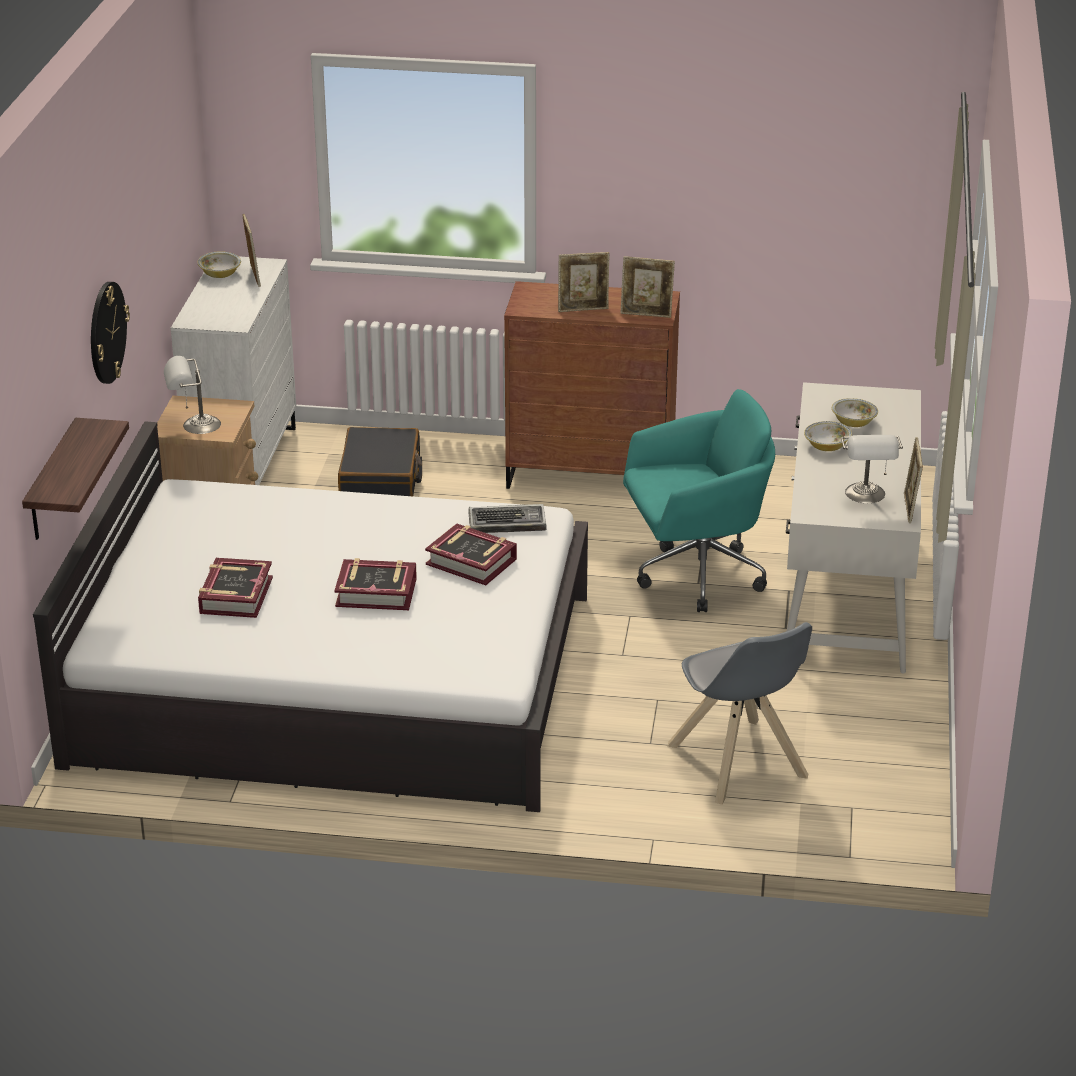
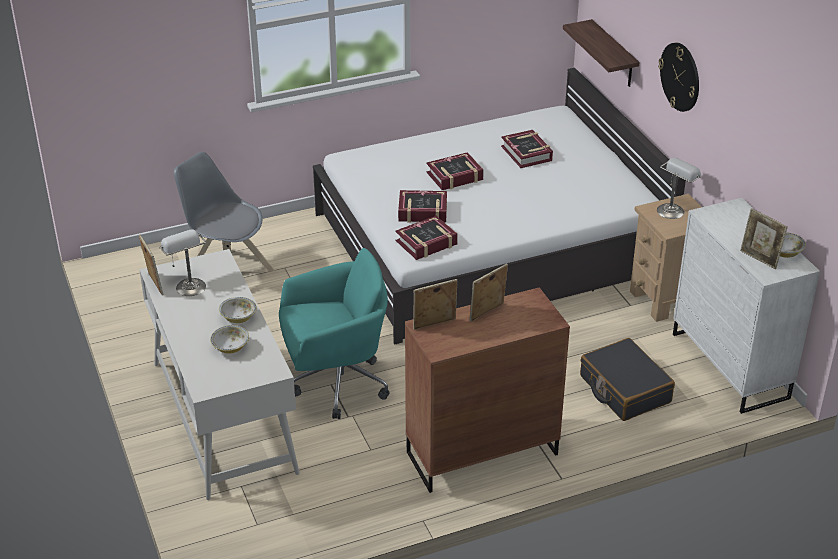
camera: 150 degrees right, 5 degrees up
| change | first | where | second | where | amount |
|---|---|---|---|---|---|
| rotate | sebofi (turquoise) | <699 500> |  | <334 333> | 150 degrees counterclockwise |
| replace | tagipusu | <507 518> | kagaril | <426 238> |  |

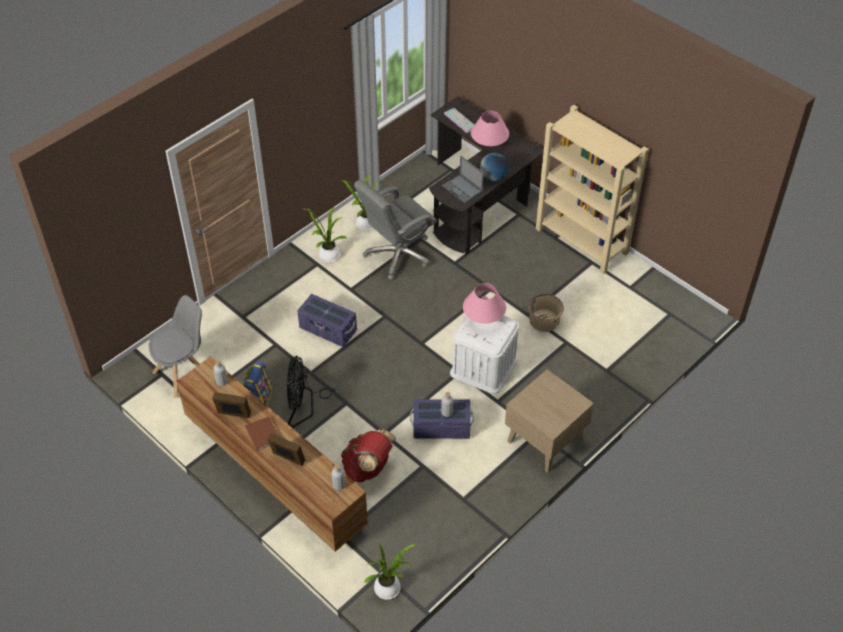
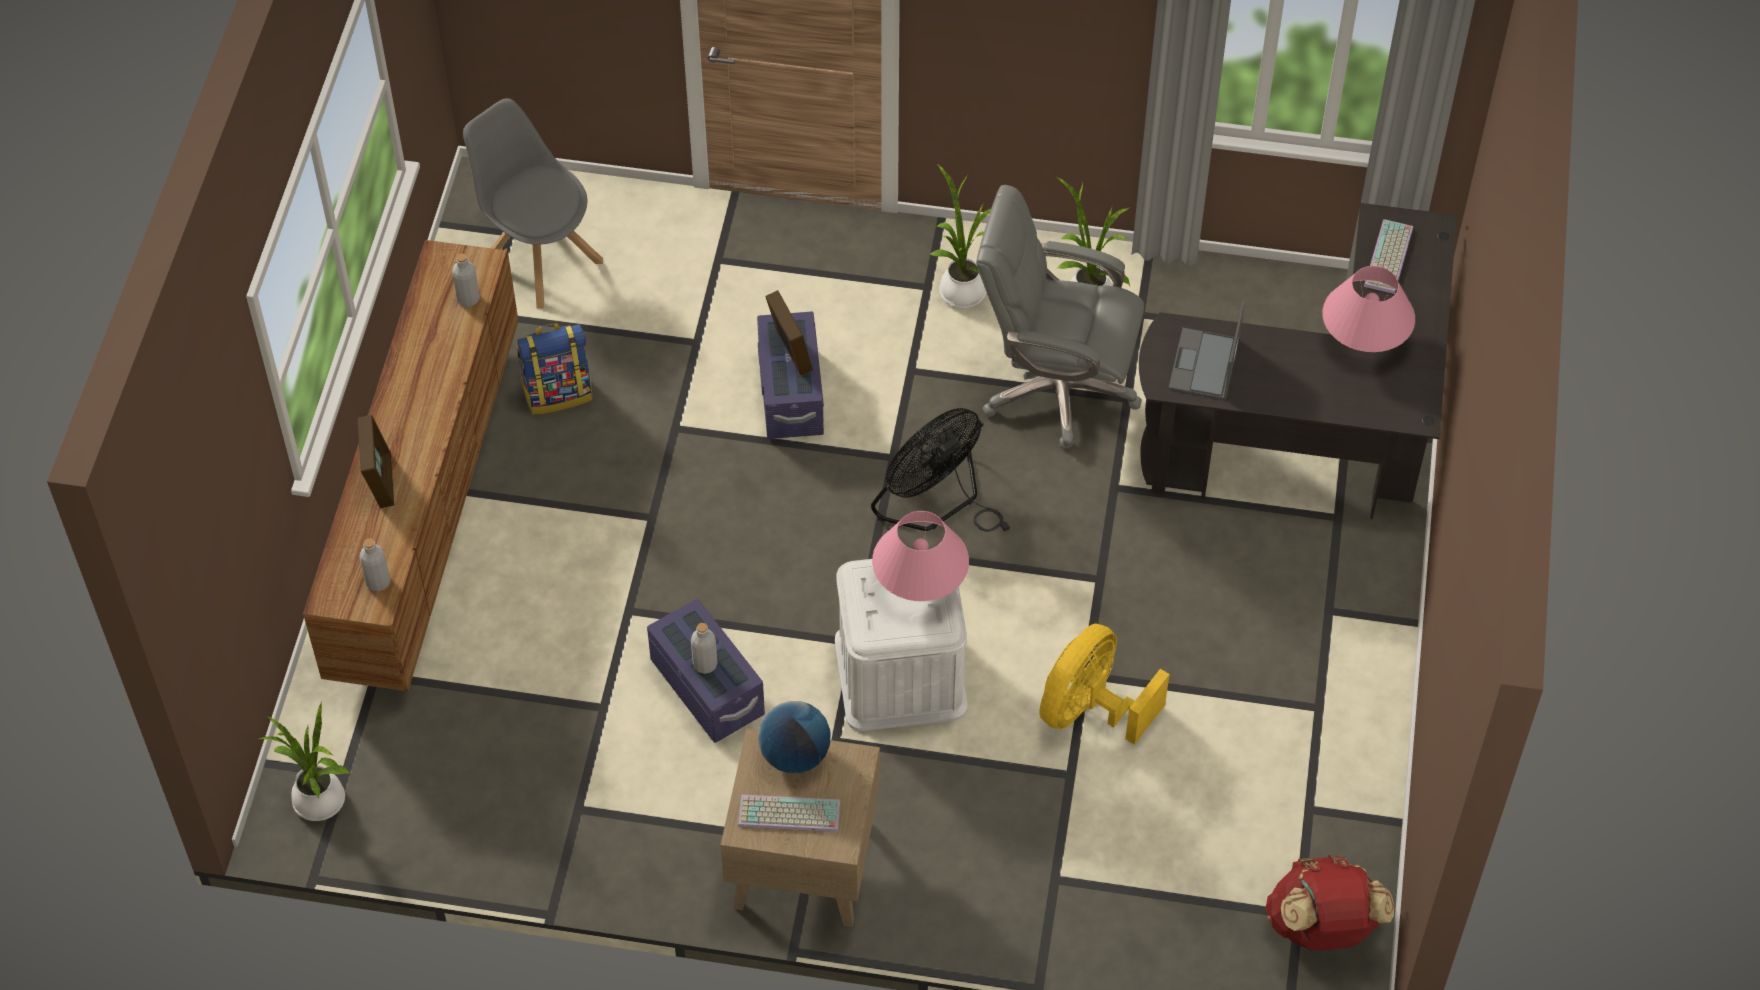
camera: 55 degrees right, 5 degrees up
| change | first | where | second | where | amount |
|---|---|---|---|---|---|
| delete | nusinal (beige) | <592 189> |  |  |  |
| move | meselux | <494 167> |  | <794 737> |  |
| replace | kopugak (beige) | <546 312> | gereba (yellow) | <1104 684> |  |
| rotate | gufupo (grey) | <175 346> |  | <533 203> | 150 degrees counterclockwise |
| move | gereba (black) | <311 391> |  | <940 470> |  |
| move | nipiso | <231 405> |  | <789 332> |  |
| delete | kagaril (brown) | <261 433> |  |  |  |
| move | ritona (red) | <368 455> |  | <1329 903> |  |
| insert |  |  | tagipusu | <789 813> |  |

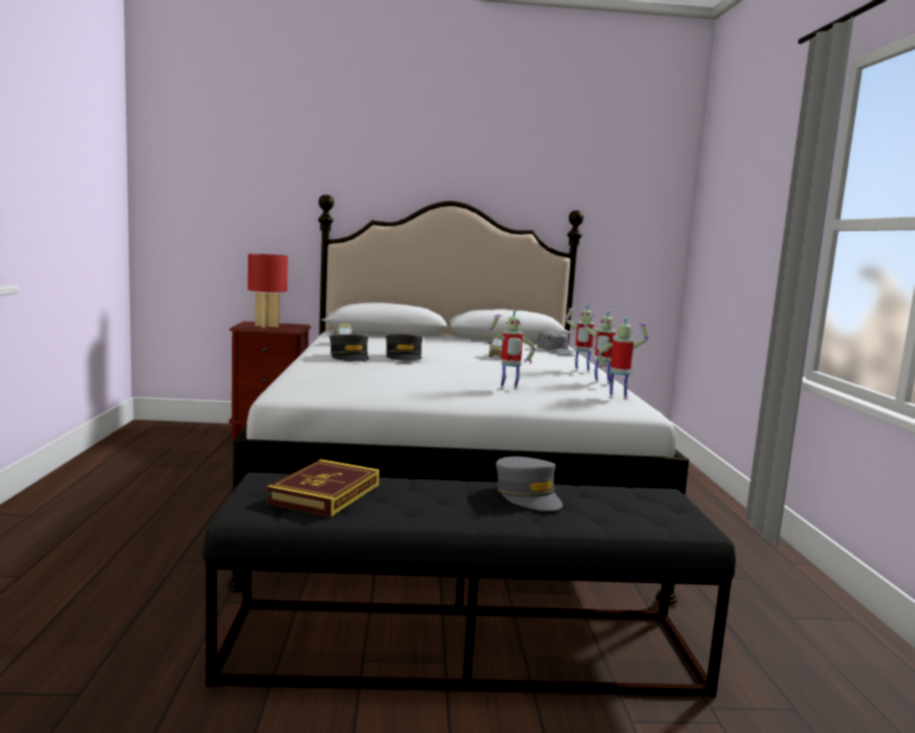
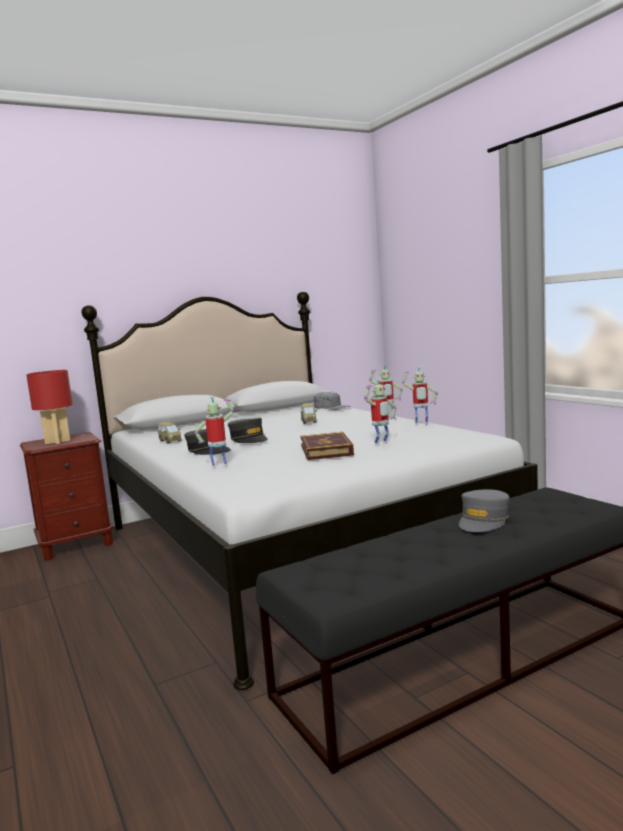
camera: 25 degrees left, 0 degrees up
| change | first | where | second | where | amount |
|---|---|---|---|---|---|
| move | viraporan | <622 358> |  | <214 432> |  |
| rotate | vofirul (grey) | <529 483> |  | <484 510> | 90 degrees clockwise |
| move | kagaril | <323 488> |  | <327 446> |  |

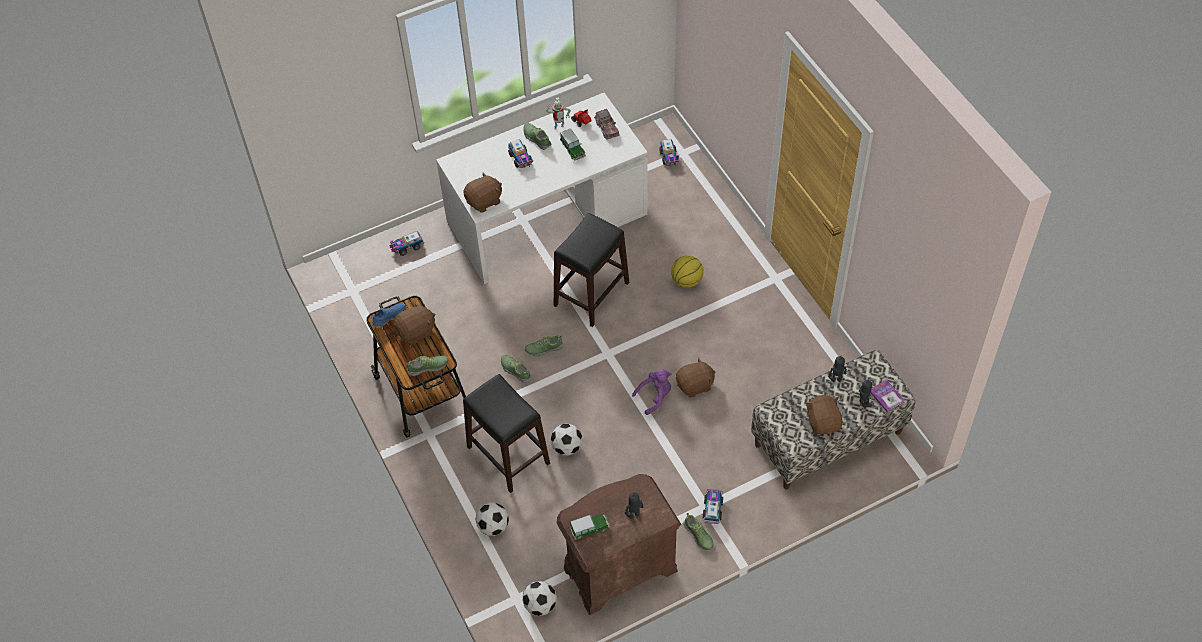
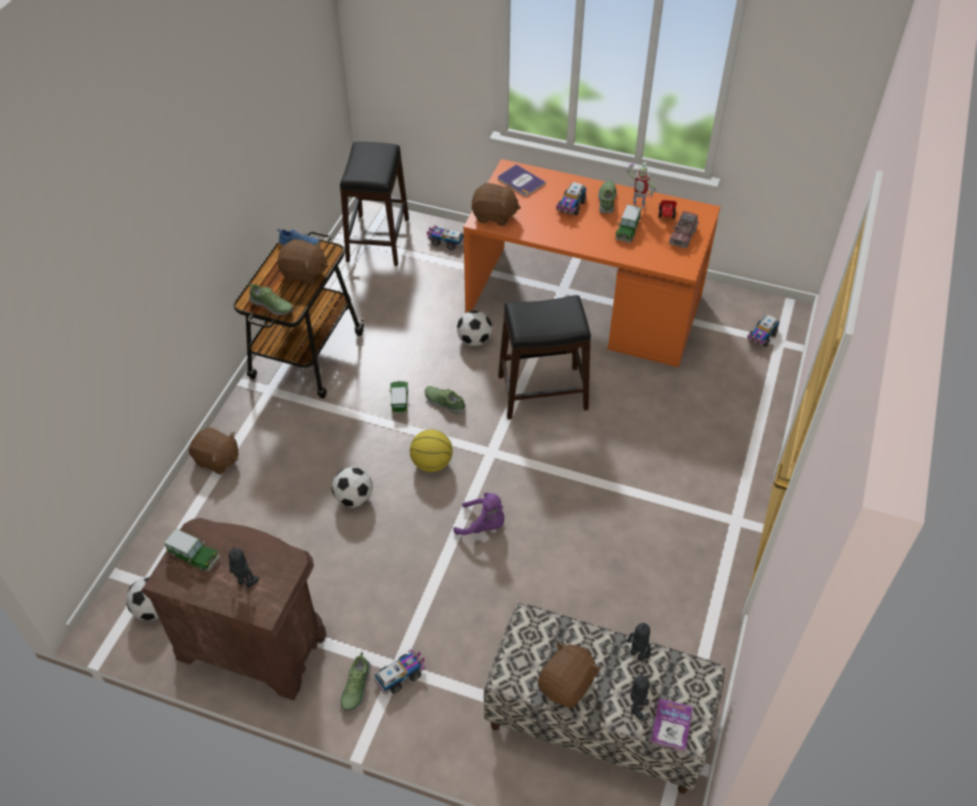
camera: 45 degrees right, 5 degrees down
| change | first | where | second | where | amount |
|---|---|---|---|---|---|
| recolor | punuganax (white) | <542 188> | punuganax (orange) | <591 263> |  |
| move | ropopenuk | <687 271> |  | <431 451> |  |
| replace | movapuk | <516 369> | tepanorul | <399 397> |  |
| move | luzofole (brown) | <696 378> |  | <213 451> |  |
| move | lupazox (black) | <506 433> |  | <374 204> |  |
| move | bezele | <492 519> |  | <474 328> |  |
| insert |  |  | kagaril | <522 180> |  |

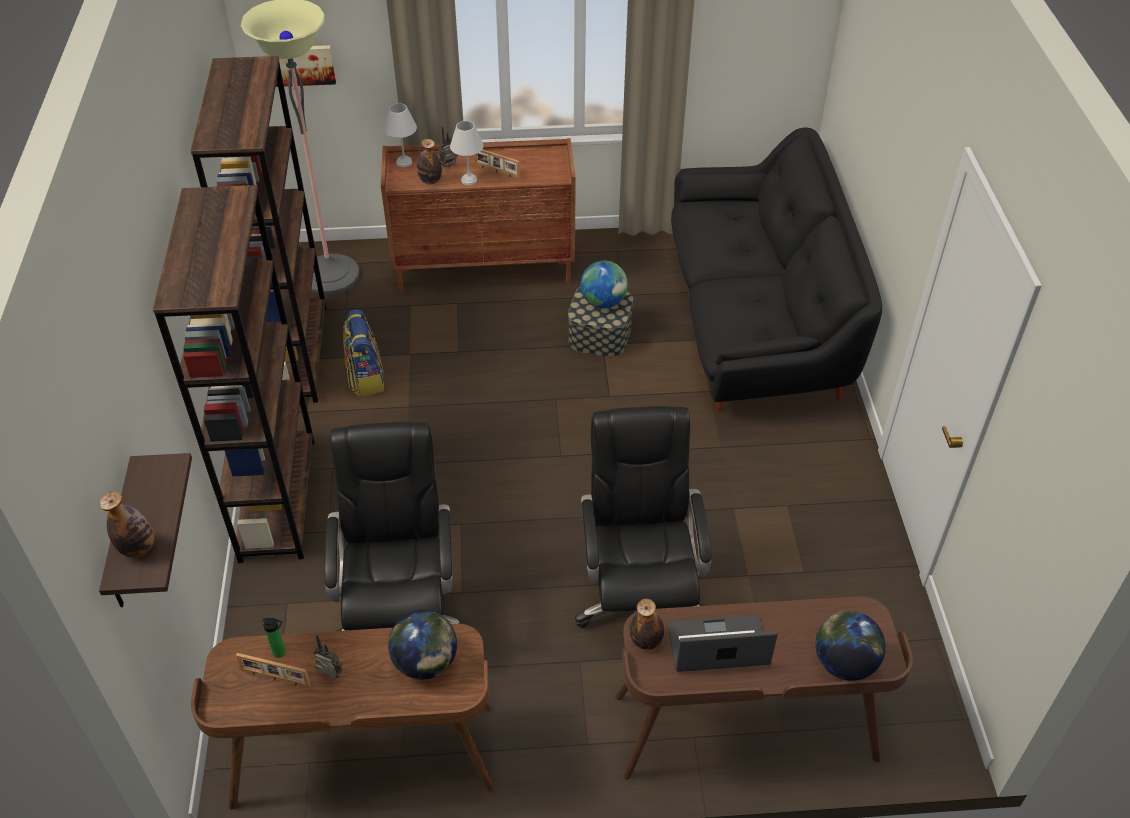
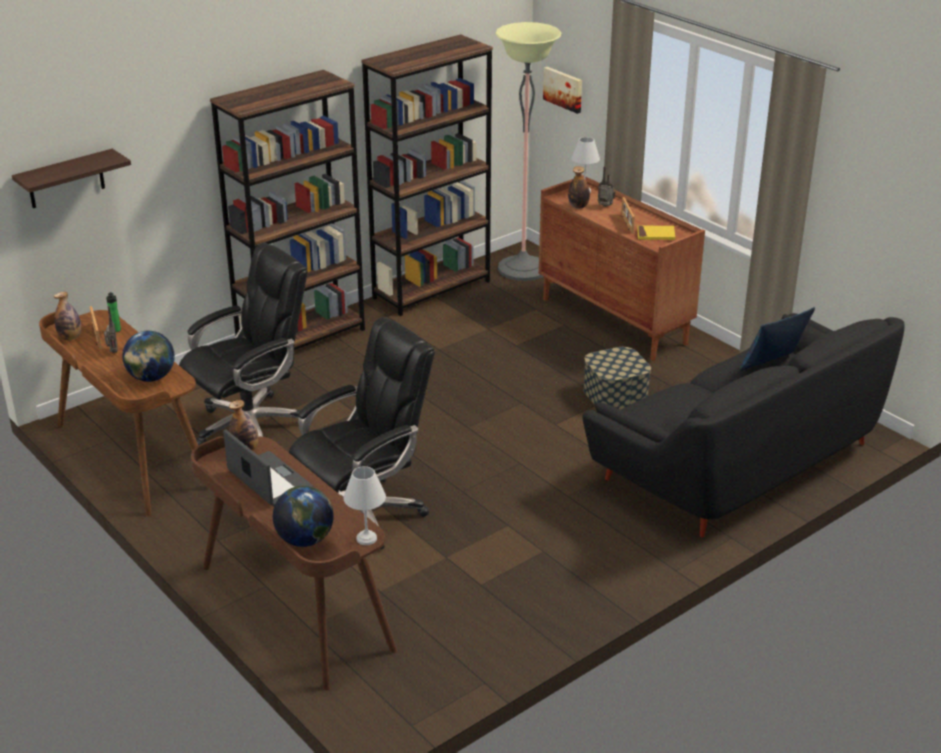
camera: 55 degrees right, 15 degrees down
| change | first | where | second | where | amount |
|---|---|---|---|---|---|
| move | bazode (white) | <467 153> |  | <364 505> |  |
| delete | meselux | <604 284> |  |  |  |
| delete | ritona | <364 352> |  |  |  |
| move | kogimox | <126 524> |  | <67 316> |  |
| insert |  |  | kagaril (yellow) | <656 233> |  |
| insert |  |  | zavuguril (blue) | <777 339> |  |

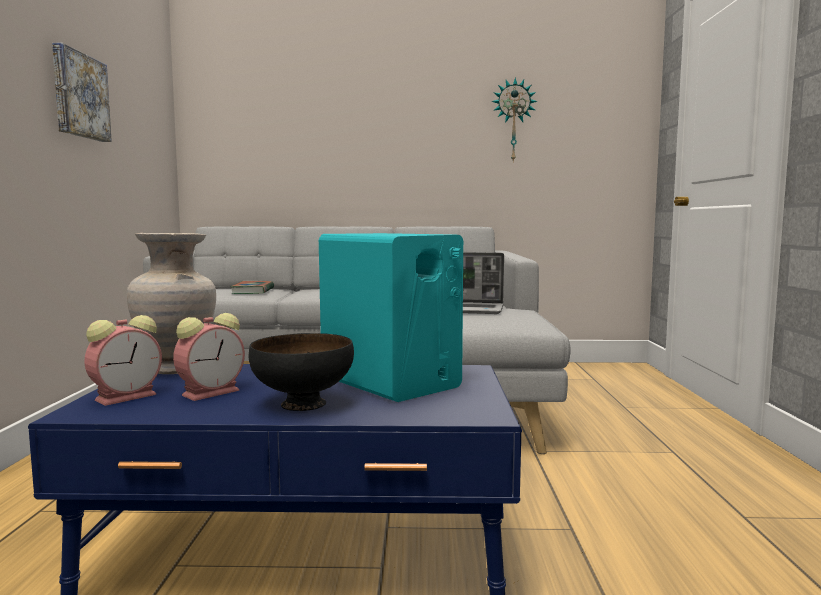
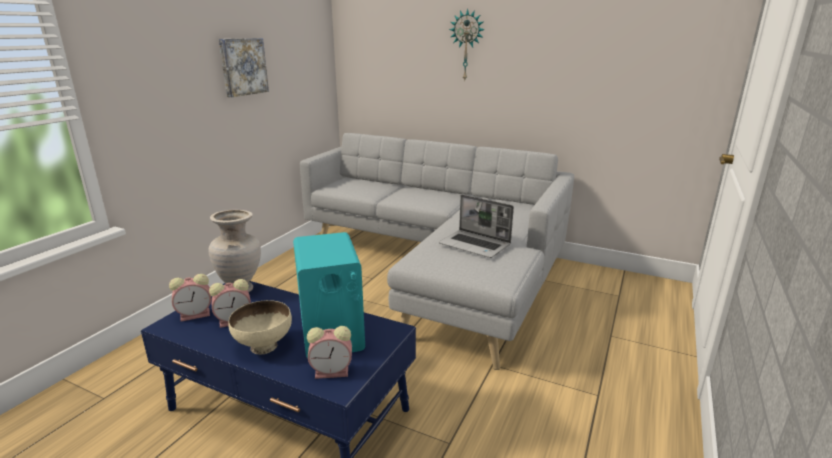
camera: 25 degrees right, 15 degrees up
| change | first | where | second | where | amount |
|---|---|---|---|---|---|
| move | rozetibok | <515 120> |  | <467 44> |  |
| delete | kagaril | <252 287> |  |  |  |
| recolor | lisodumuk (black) | <301 372> | lisodumuk (beige) | <260 327> |  |
| insert |  |  | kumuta | <329 352> |  |

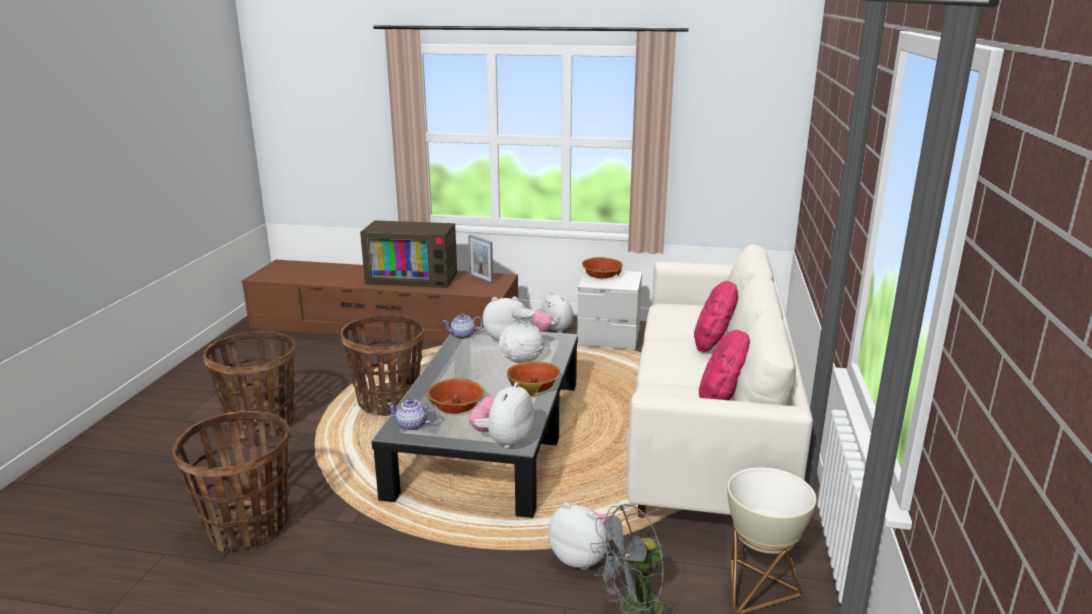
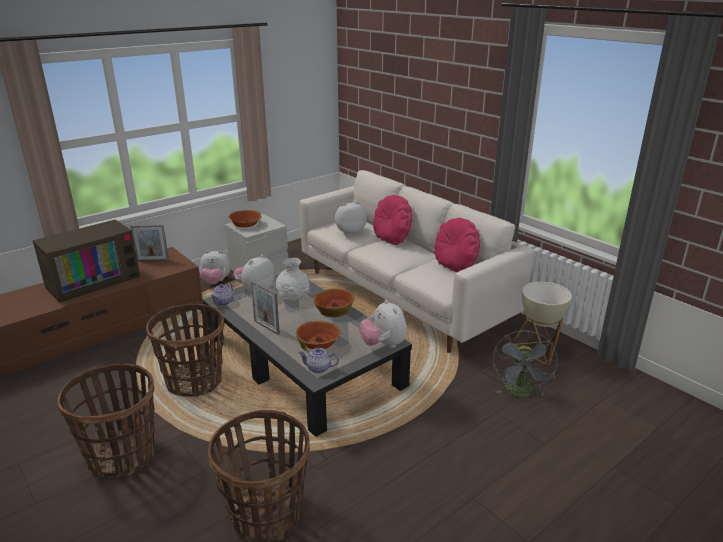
camera: 50 degrees left, 5 degrees up
| change | first | where | second | where | amount |
|---|---|---|---|---|---|
| rotate | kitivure | <411 415> |  | <318 360> | 45 degrees clockwise |
| move | luzofole | <580 536> |  | <351 218> |  |
| insert |  |  | nipiso | <265 307> |  |

